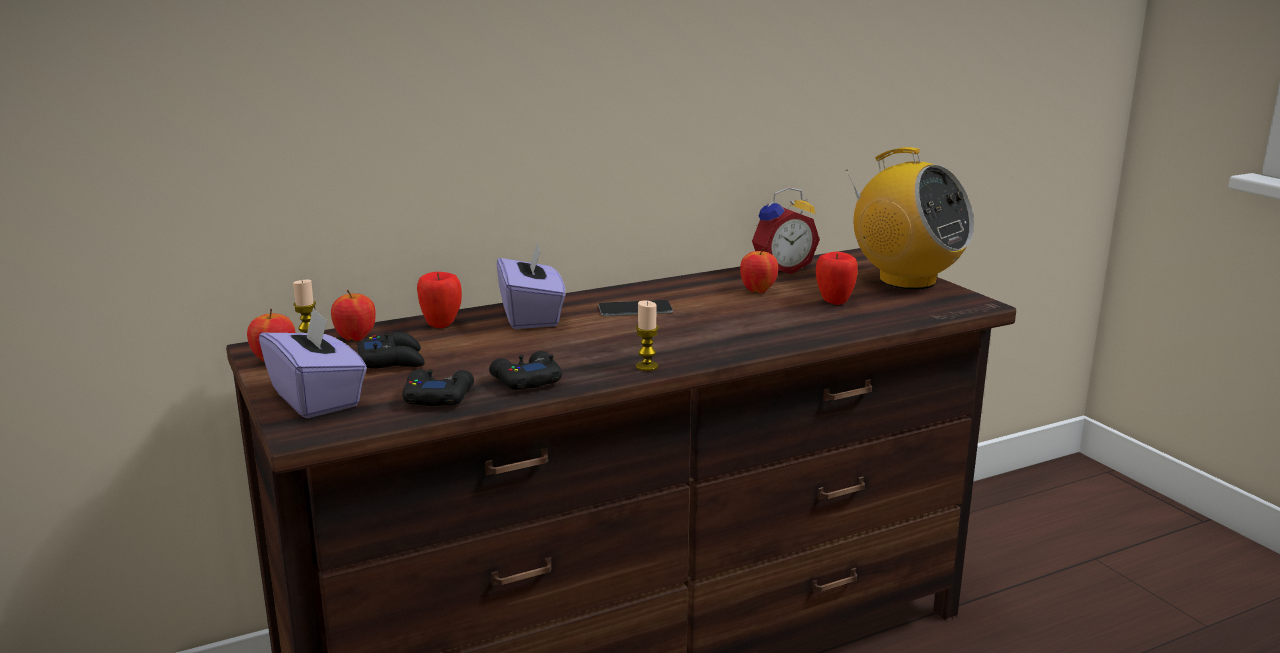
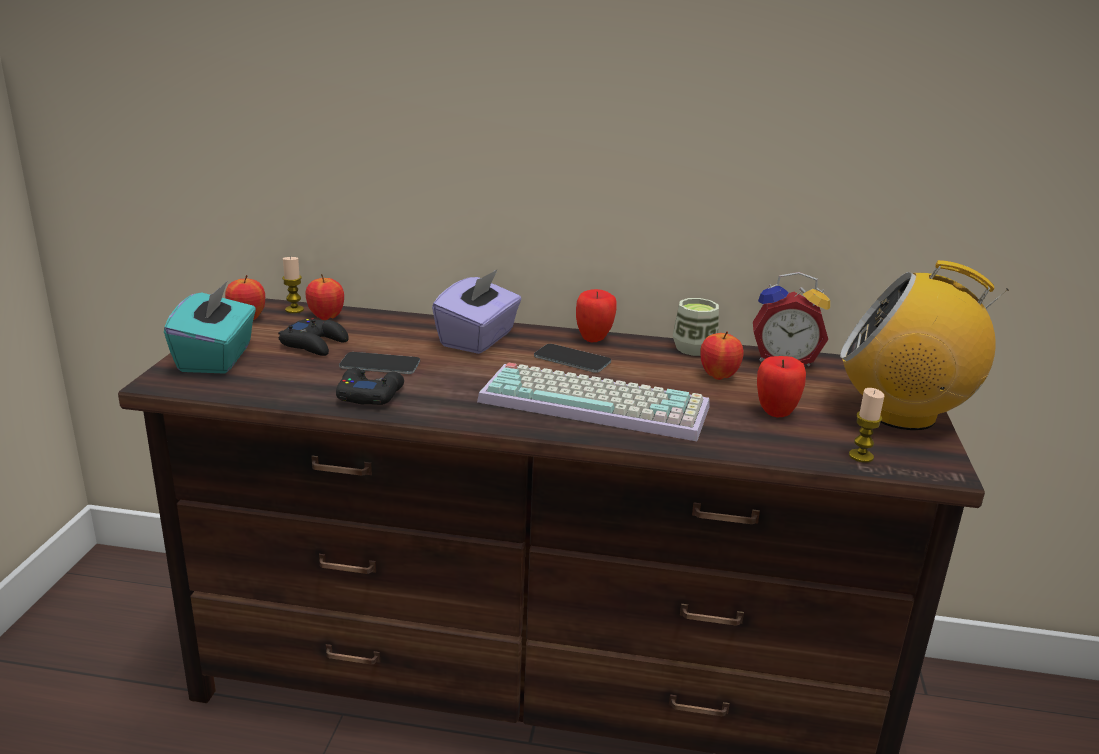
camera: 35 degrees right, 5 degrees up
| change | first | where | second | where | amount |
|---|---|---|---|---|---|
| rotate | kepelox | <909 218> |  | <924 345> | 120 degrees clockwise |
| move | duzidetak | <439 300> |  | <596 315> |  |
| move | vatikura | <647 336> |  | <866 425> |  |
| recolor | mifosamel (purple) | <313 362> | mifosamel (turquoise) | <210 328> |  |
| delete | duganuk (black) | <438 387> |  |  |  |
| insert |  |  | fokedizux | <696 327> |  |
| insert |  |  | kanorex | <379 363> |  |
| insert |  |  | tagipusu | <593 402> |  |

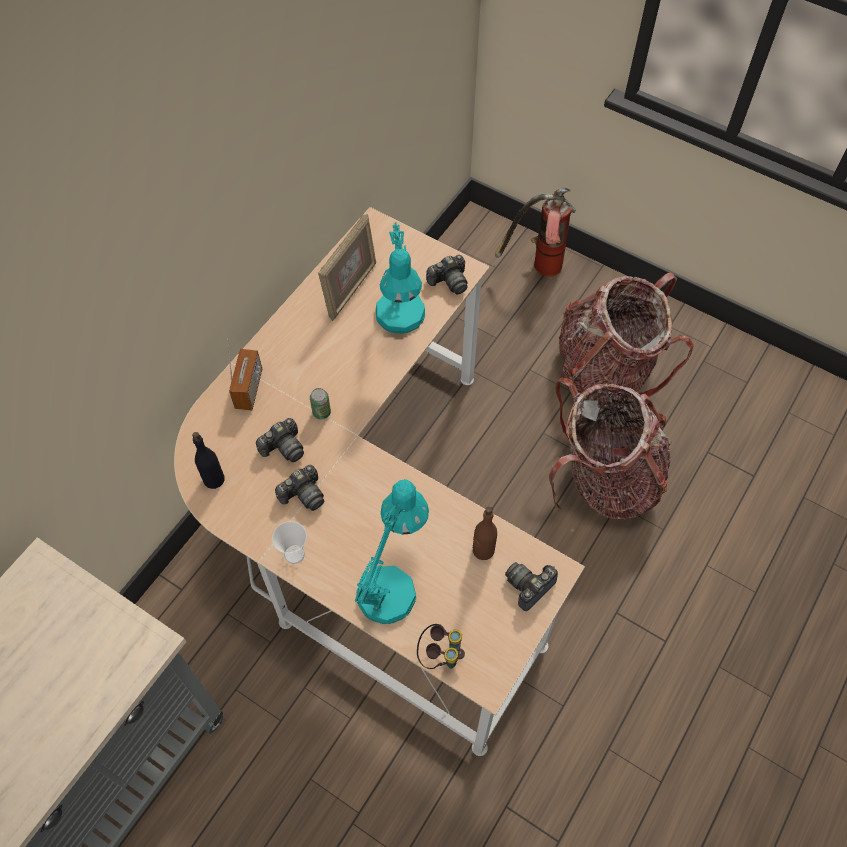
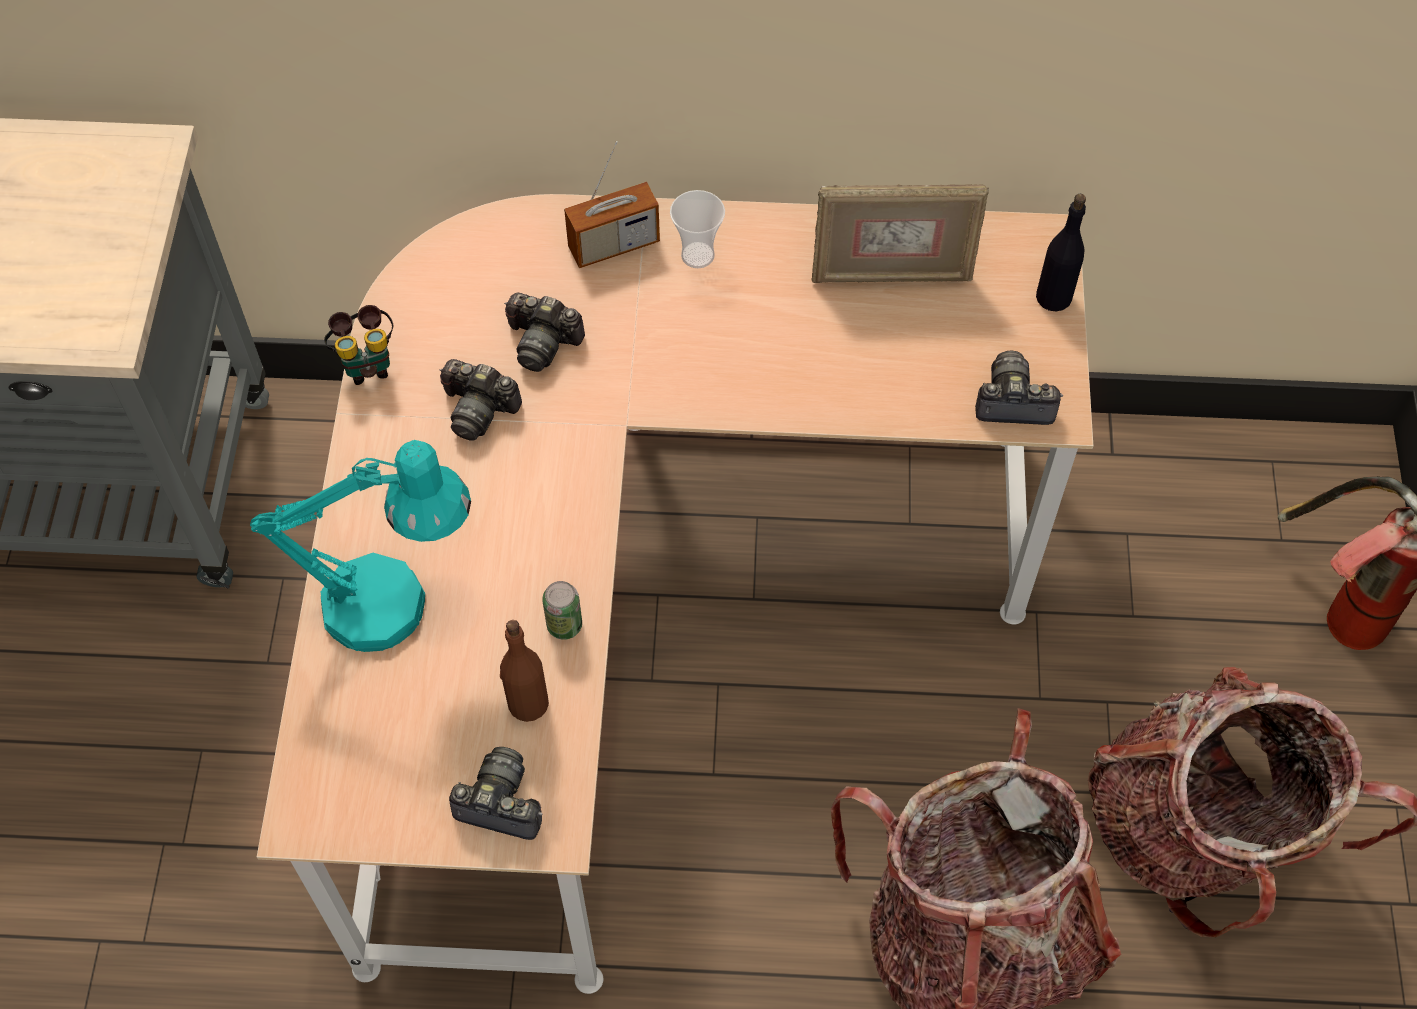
camera: 60 degrees right, 0 degrees up
| change | first | where | second | where | amount |
|---|---|---|---|---|---|
| delete | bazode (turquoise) | <400 278> |  |  |  |
| rotate | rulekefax | <447 274> |  | <1019 387> | 150 degrees clockwise |
| move | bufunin | <320 404> |  | <562 610> |  |
| move | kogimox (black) | <208 460> |  | <1061 253> |  |
| move | fokedizux | <289 542> |  | <697 229> |  |
| move | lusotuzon | <441 646> |  | <358 345> |  |

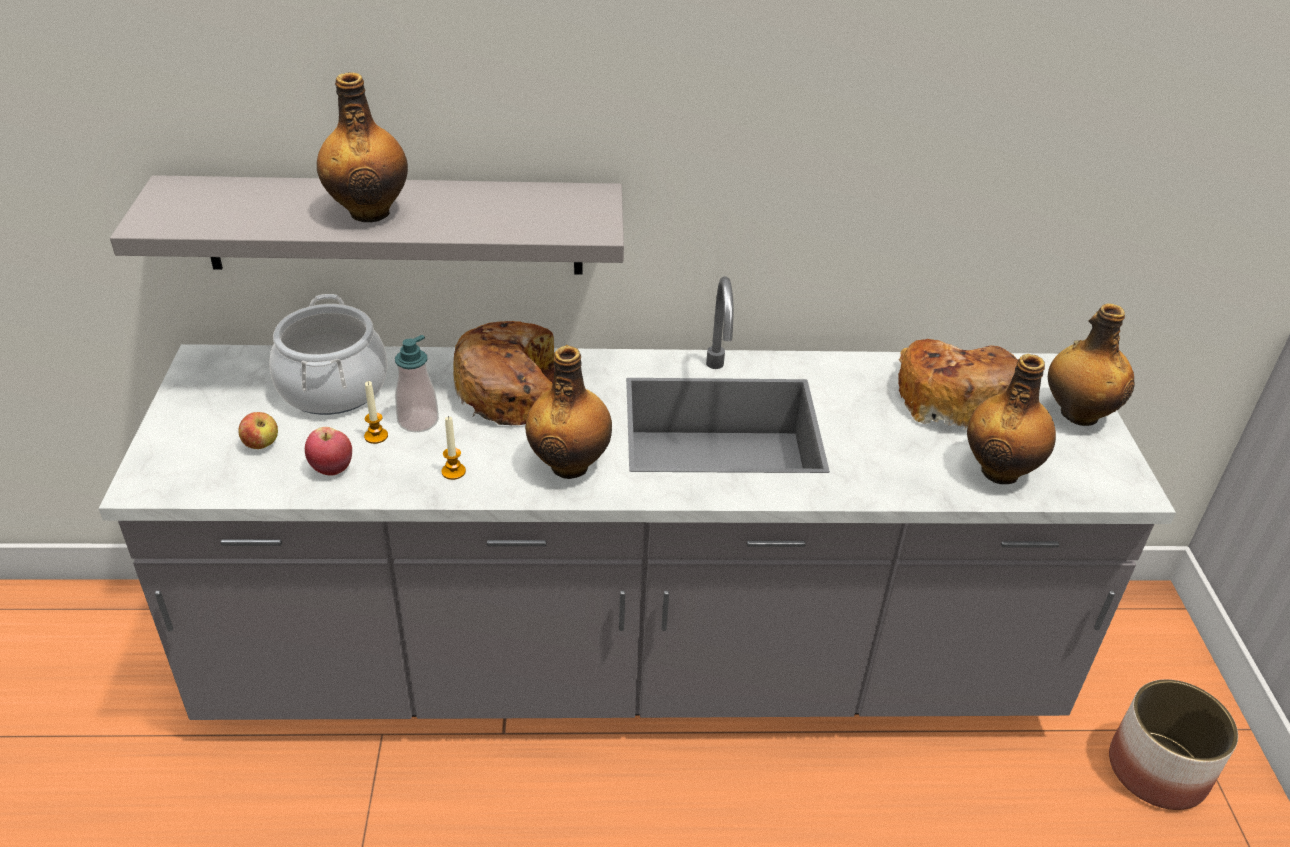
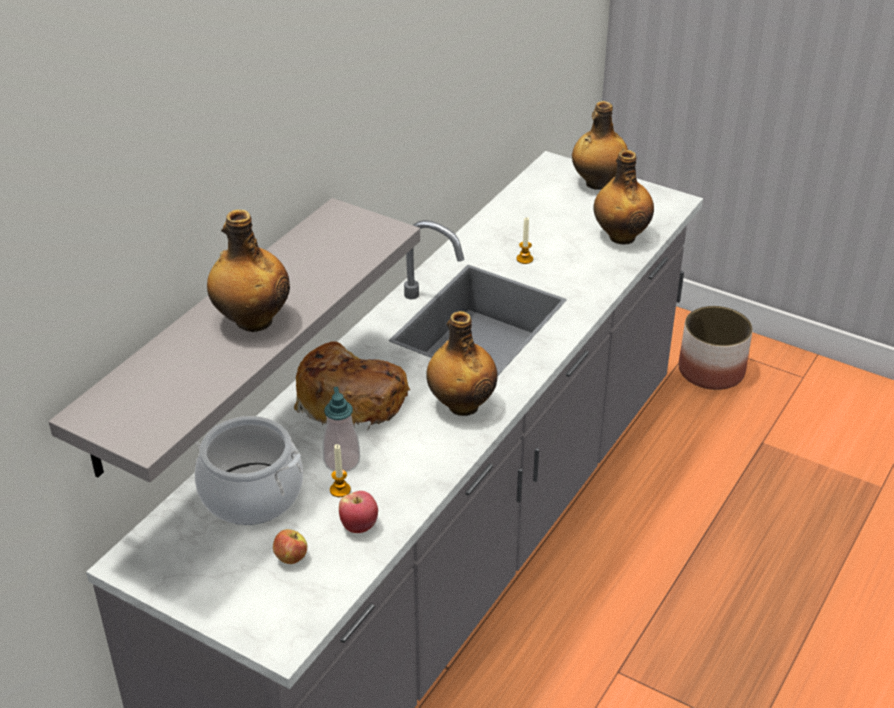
camera: 55 degrees left, 0 degrees up
| change | first | where | second | where | amount |
|---|---|---|---|---|---|
| delete | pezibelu | <958 384> |  |  |  |
| move | vatikura | <453 448> |  | <524 240> |  |

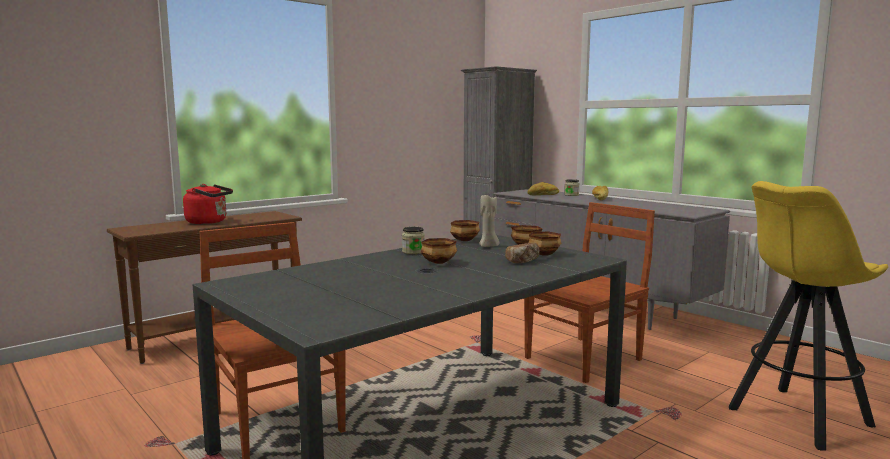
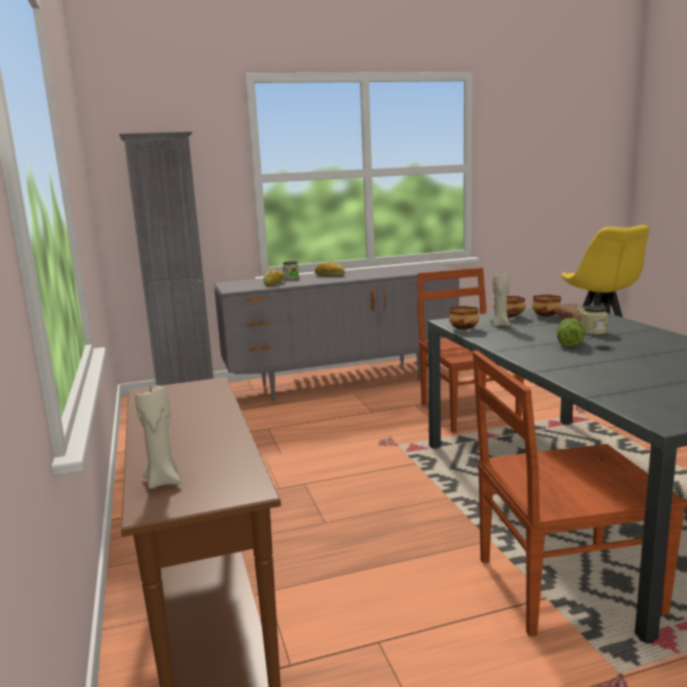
camera: 65 degrees left, 5 degrees up
| change | first | where | second | where | amount |
|---|---|---|---|---|---|
| delete | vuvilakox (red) | <208 204> |  |  |  |
| move | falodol | <413 240> |  | <595 320> |  |
| replace | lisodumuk | <439 251> | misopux | <571 332> |  |
| insert |  |  | vatikura (beige) | <158 437> |  |

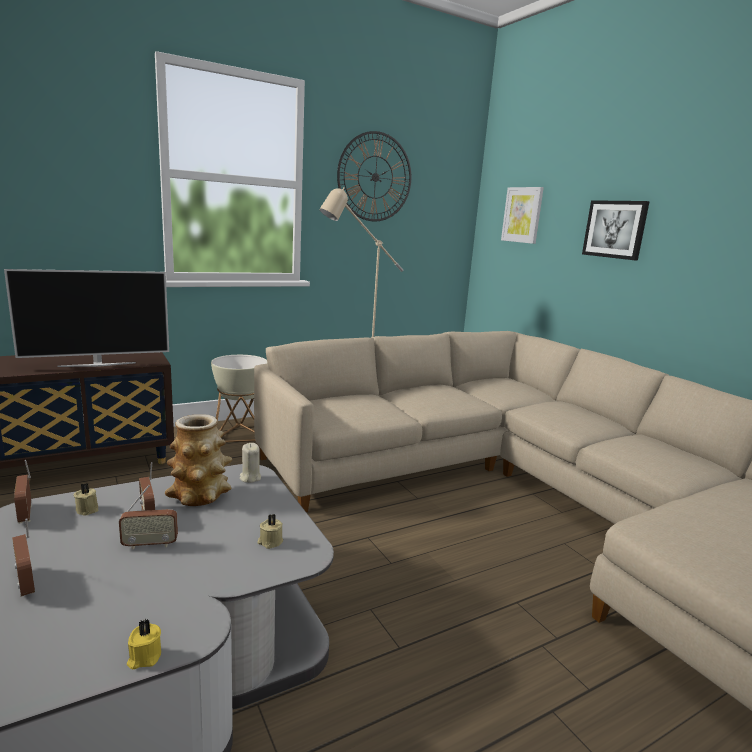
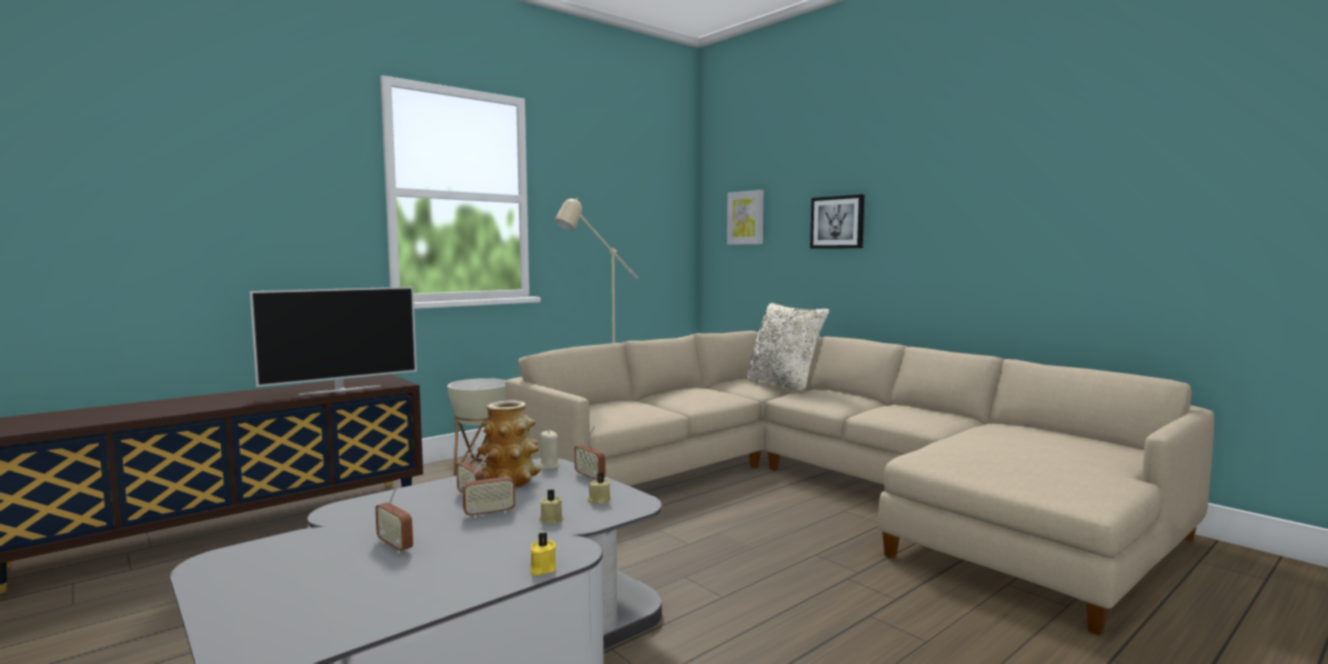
camera: 10 degrees left, 10 degrees down
| change | first | where | second | where | amount |
|---|---|---|---|---|---|
| delete | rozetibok | <374 176> |  |  |  |
| move | kepelox | <23 491> |  | <590 453> |  |
| move | vatikura (beige) | <86 499> |  | <551 506> |  |
| insert |  |  | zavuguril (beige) | <788 347> |  |

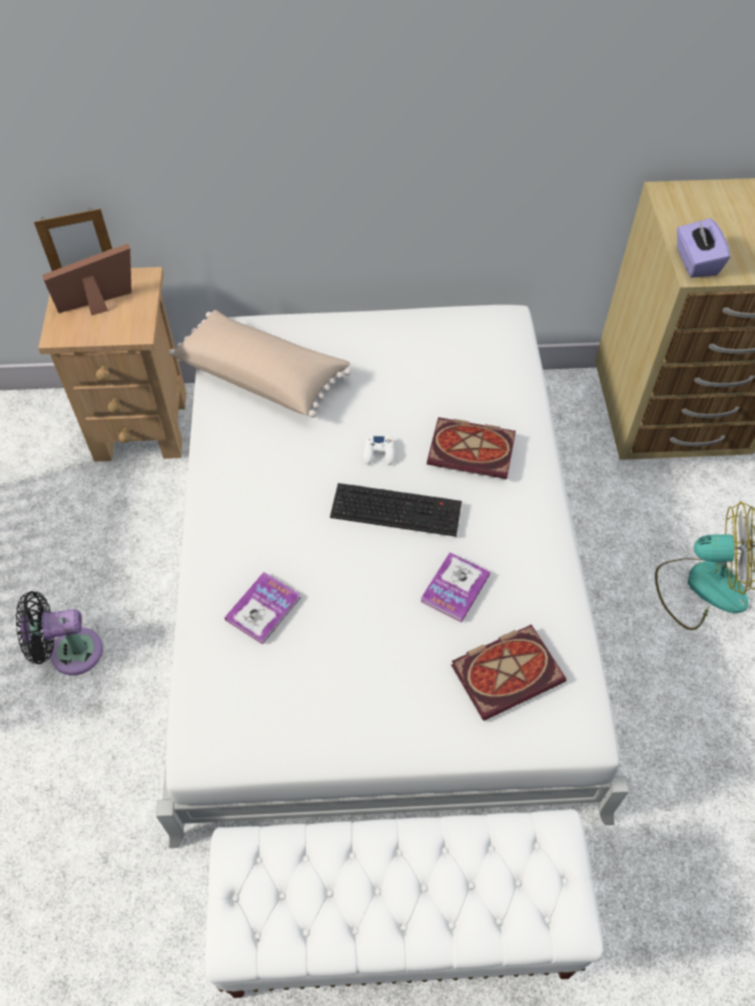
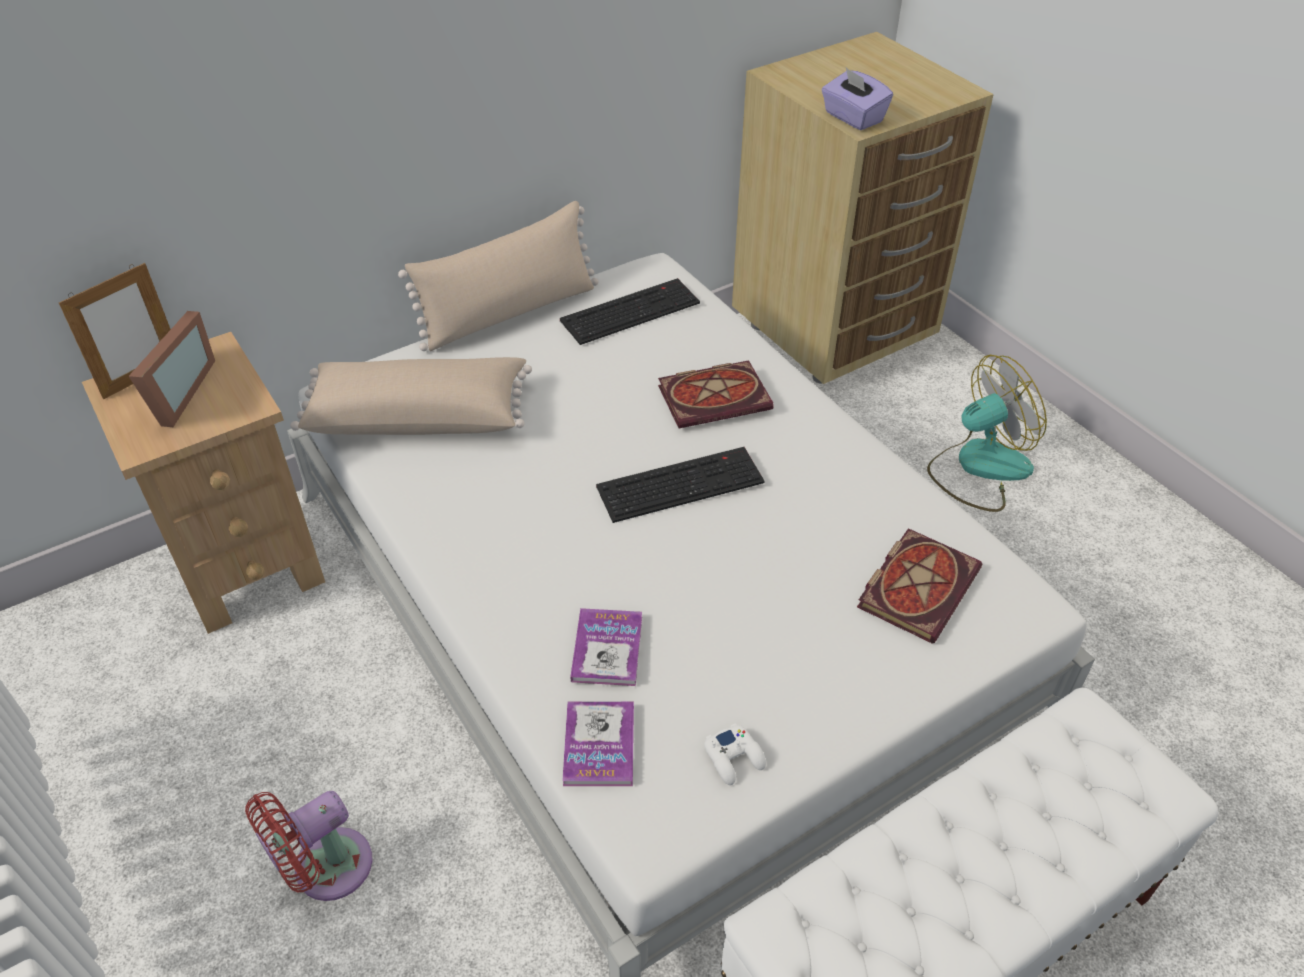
camera: 30 degrees left, 10 degrees down
| change | first | where | second | where | amount |
|---|---|---|---|---|---|
| rotate | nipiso | <87 279> |  | <172 369> | 150 degrees clockwise |
| move | duganuk (white) | <379 450> |  | <735 754> |  |
| move | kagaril | <455 587> |  | <598 744> |  |
| recolor | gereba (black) | <59 633> | gereba (red) | <308 846> |  |
| insert |  |  | zavuguril (beige) | <498 276> |  |
| insert |  |  | tagipusu | <630 311> |  |

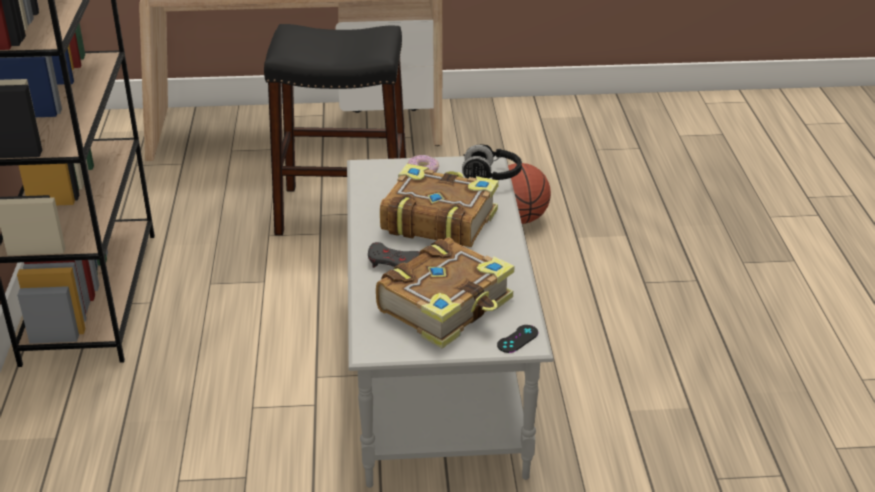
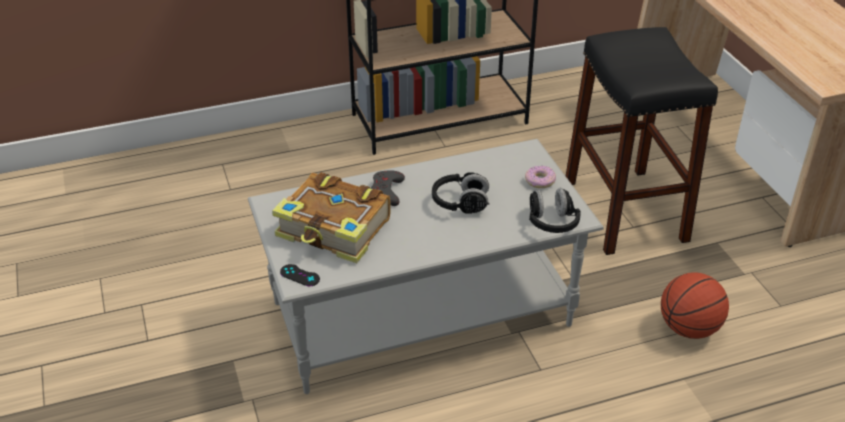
camera: 75 degrees right, 5 degrees up
| change | first | where | second | where | amount |
|---|---|---|---|---|---|
| replace | kagaril | <439 205> | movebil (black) | <461 193> |  |

